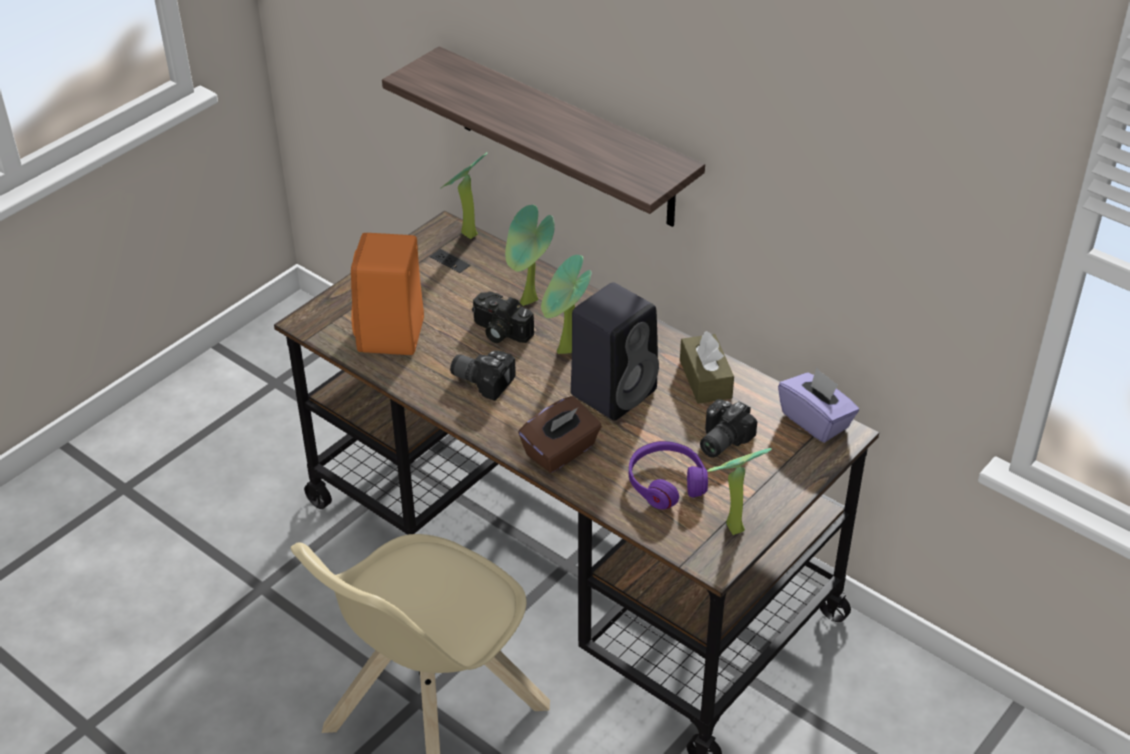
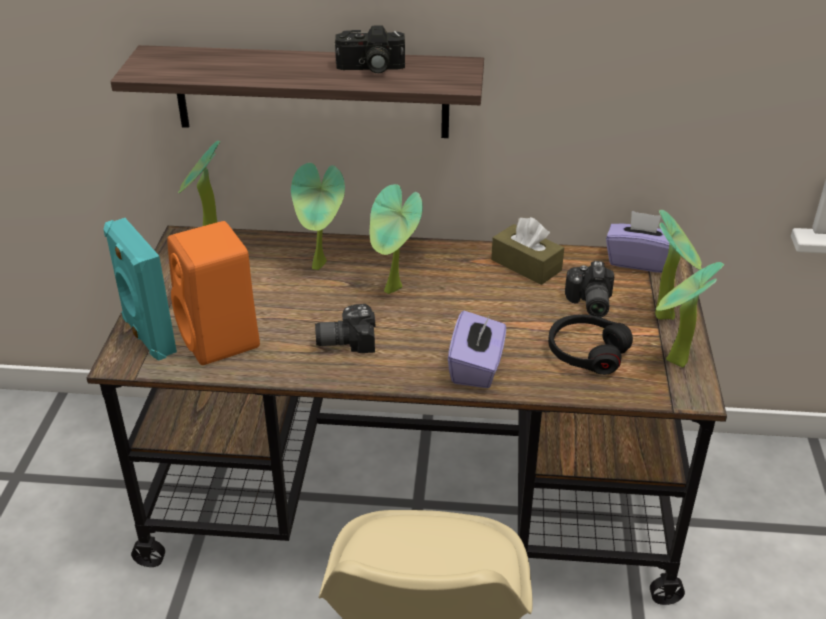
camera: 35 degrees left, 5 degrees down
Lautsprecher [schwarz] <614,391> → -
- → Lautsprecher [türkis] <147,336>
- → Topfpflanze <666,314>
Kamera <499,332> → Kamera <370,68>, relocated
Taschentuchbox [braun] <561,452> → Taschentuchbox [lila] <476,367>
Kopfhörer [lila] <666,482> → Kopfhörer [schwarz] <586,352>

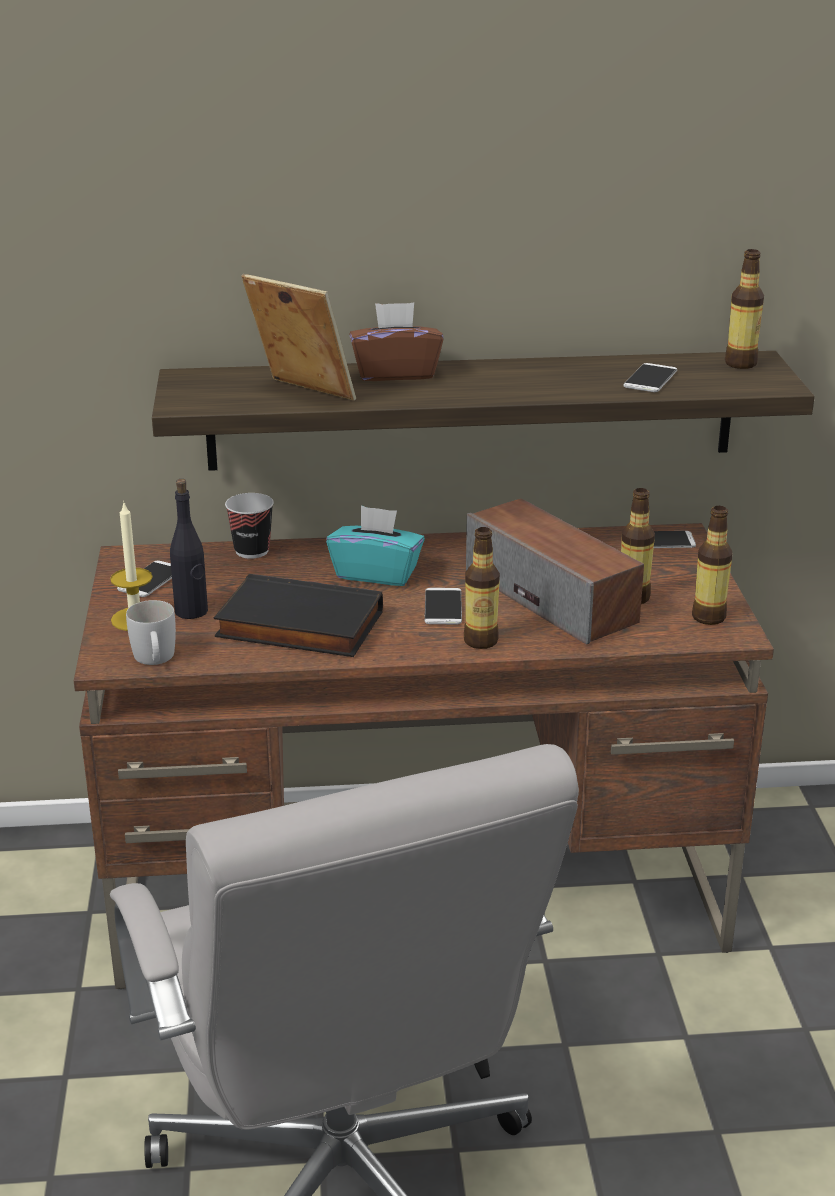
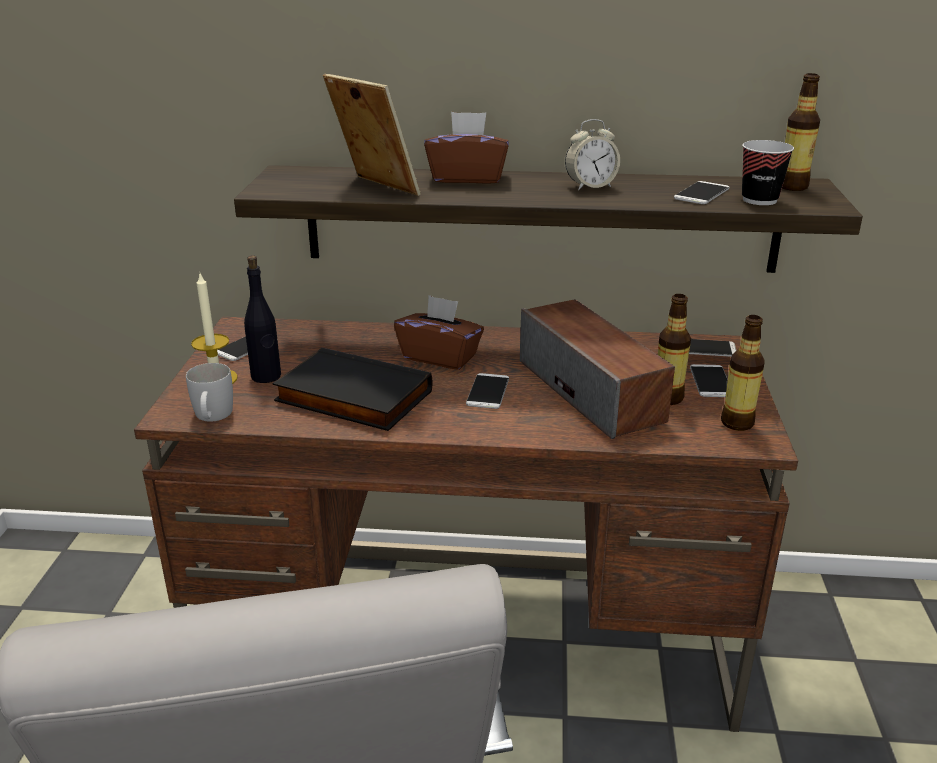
camera: 10 degrees right, 0 degrees up
Flasche <481,641> → -
- → Wecker <590,186>
- → Handy <711,382>
Tasse <252,551> → Tasse <759,200>, relocated
Taschentuchbox [türkis] <376,573> → Taschentuchbox [braun] <440,357>

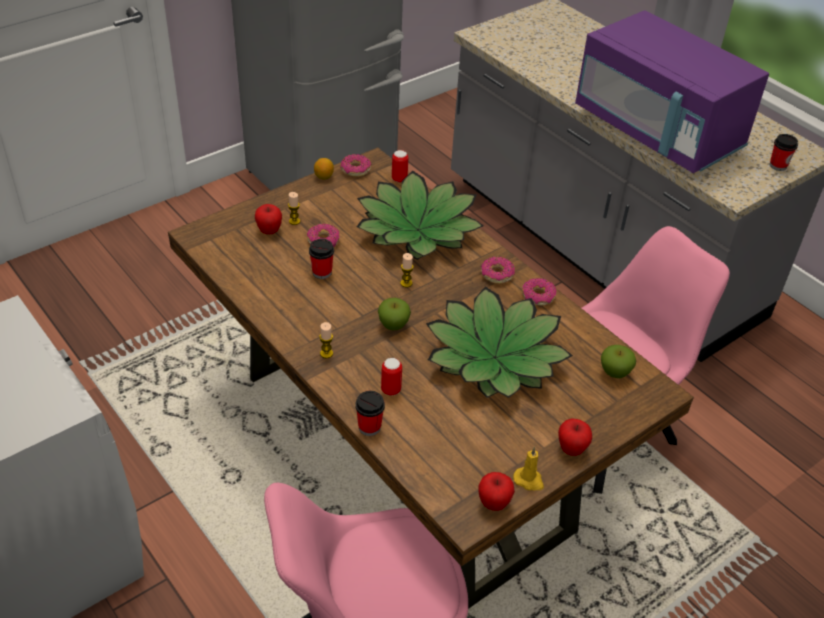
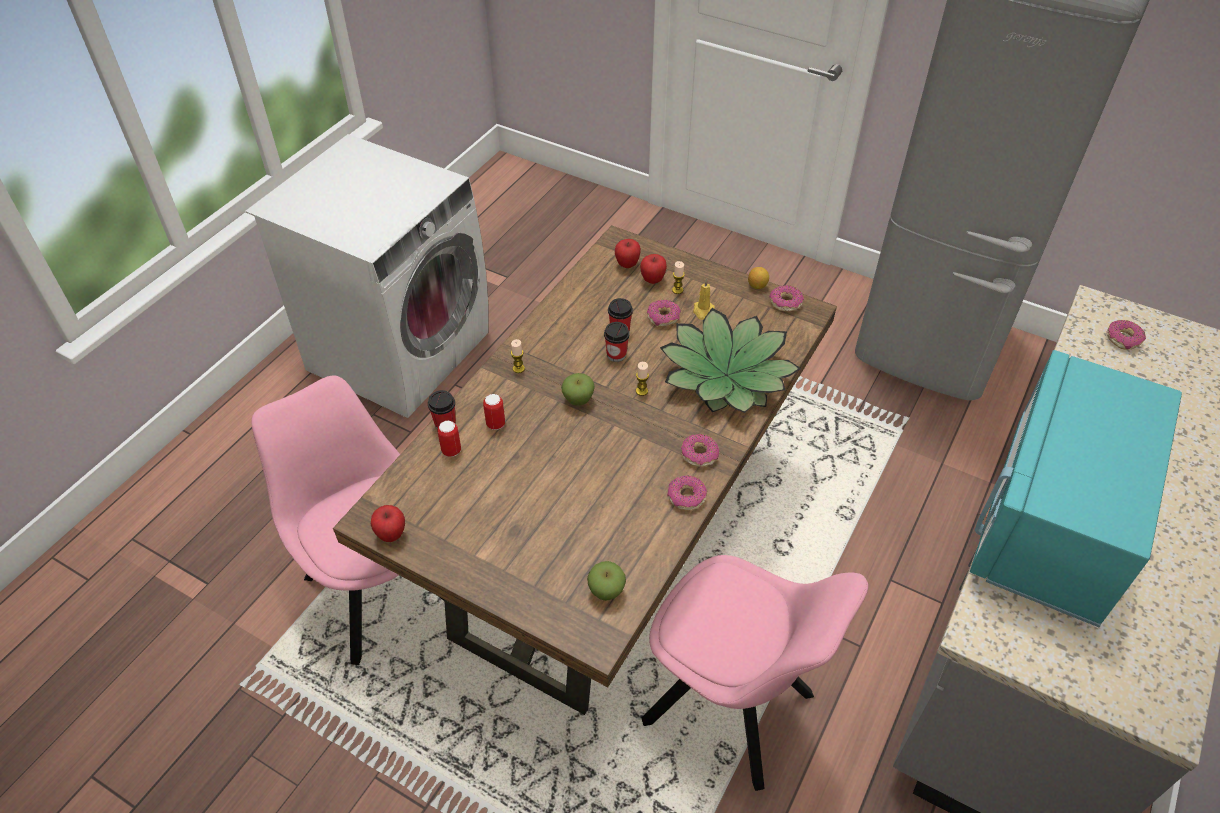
camera: 70 degrees right, 5 degrees up
Topfpflanze <494,358> → -
- → Donut <1123,339>
Dose <399,179> → Dose <451,450>, relocated
Kerze [gelb] <529,480> → Kerze [gelb] <703,311>, relocated
Apfel <571,449> → Apfel <627,264>, relocated
Tasse <778,165> → Tasse <616,355>, relocated
Mikrowelle [lila] <657,132> → Mikrowelle [türkis] <1050,523>

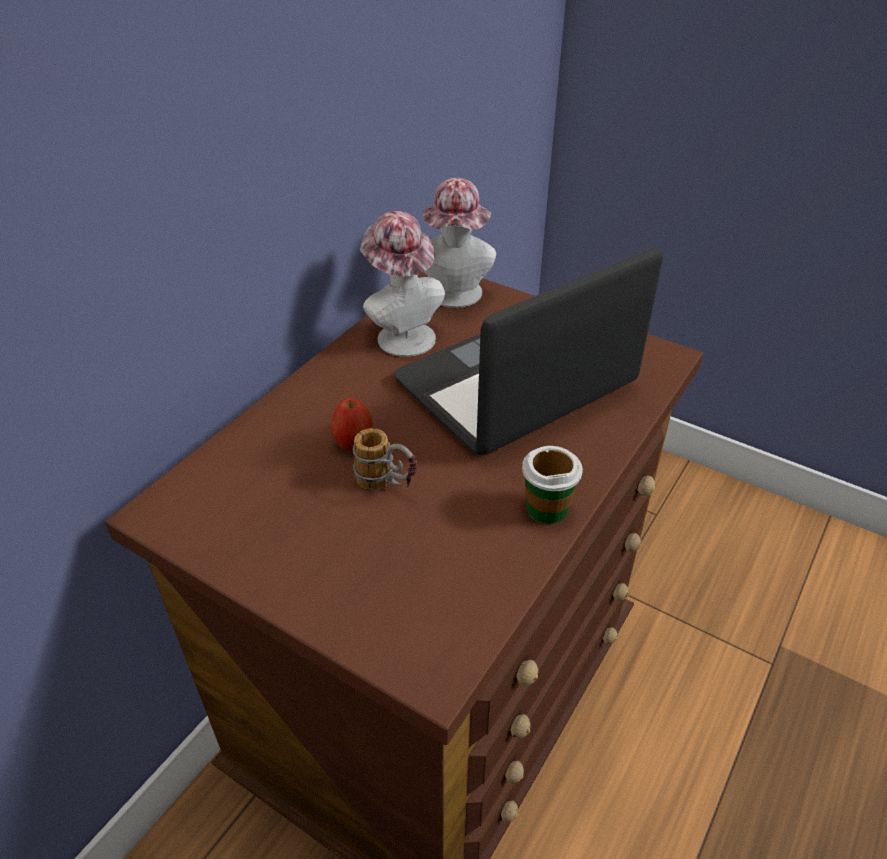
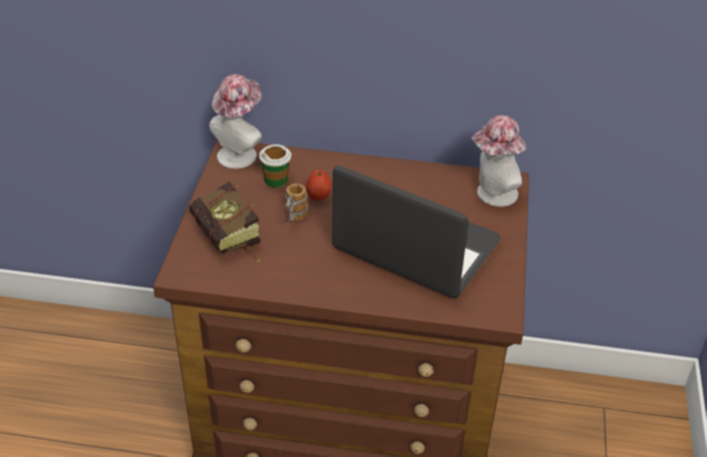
camera: 65 degrees right, 0 degrees up
- → Buch <230,241>
Hut <401,335> → Hut <240,153>, relocated
Tasse <547,508> → Tasse <276,180>, relocated

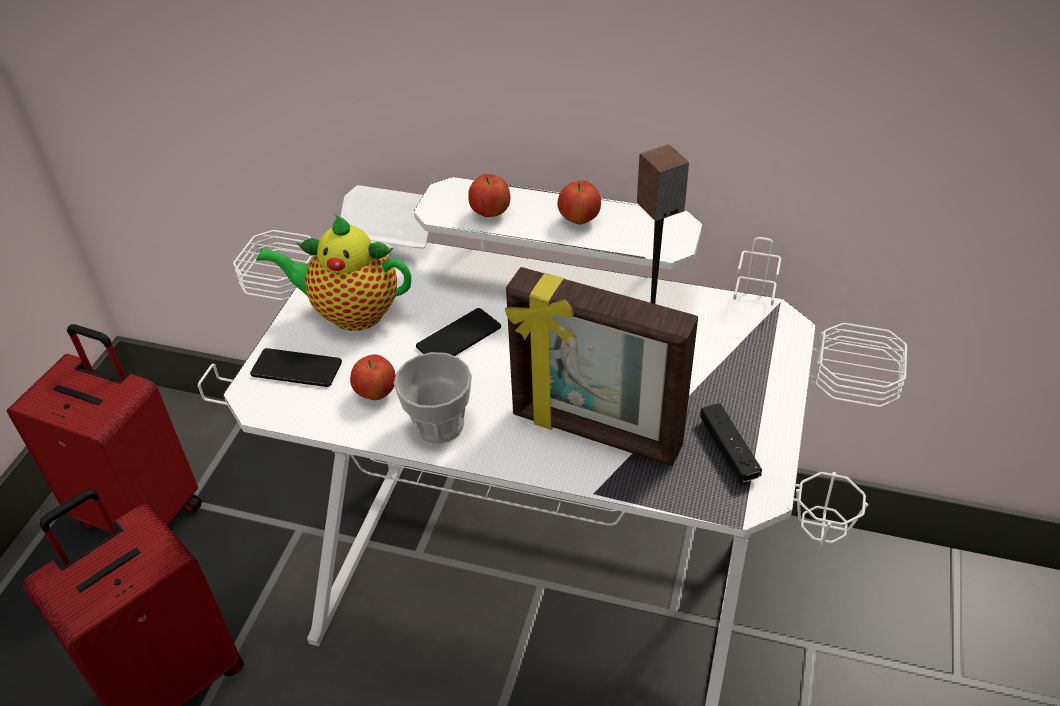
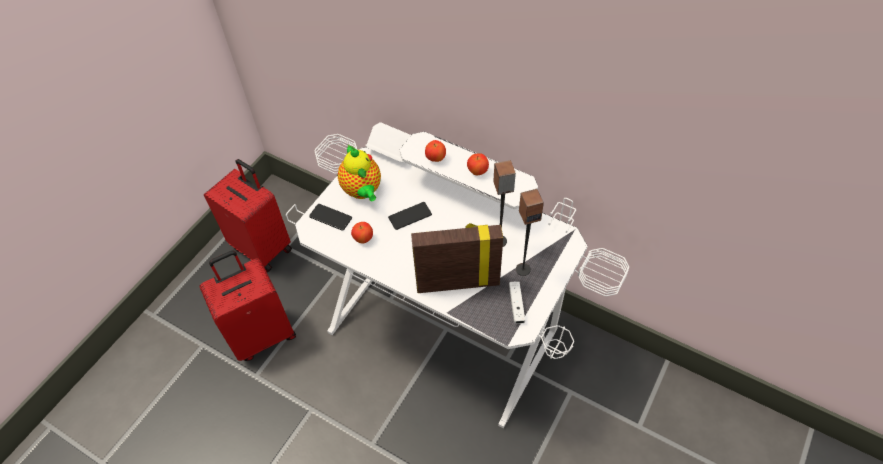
camera: 15 degrees right, 10 degrees up
Tasse <438,425> → -
- → Lautsprecher <523,269>
Gamepad [schwarz] <728,450> → Gamepad [weiß] <516,305>
Teekanne <350,313> → Teekanne <362,191>, 135 degrees counterclockwise
Bilderrahmen <595,433> → Bilderrahmen <457,282>, 135 degrees clockwise

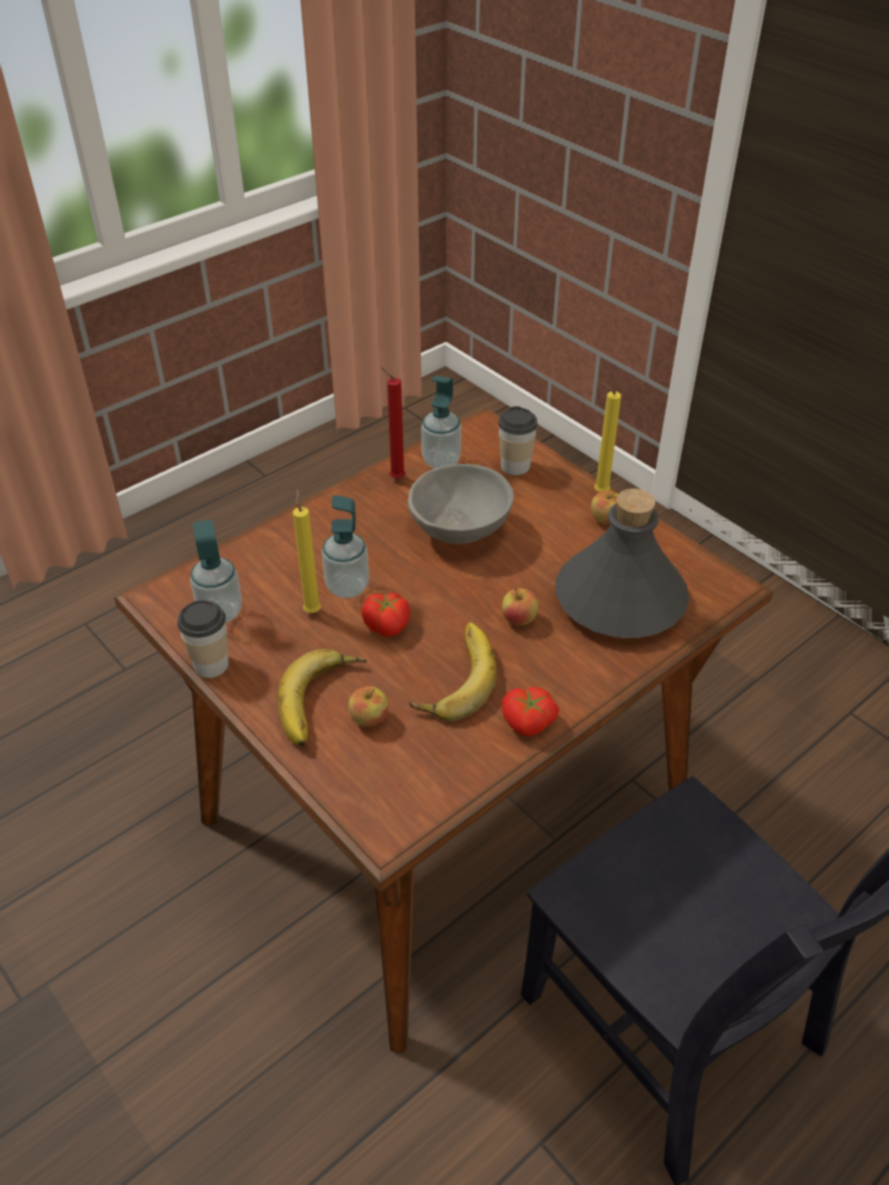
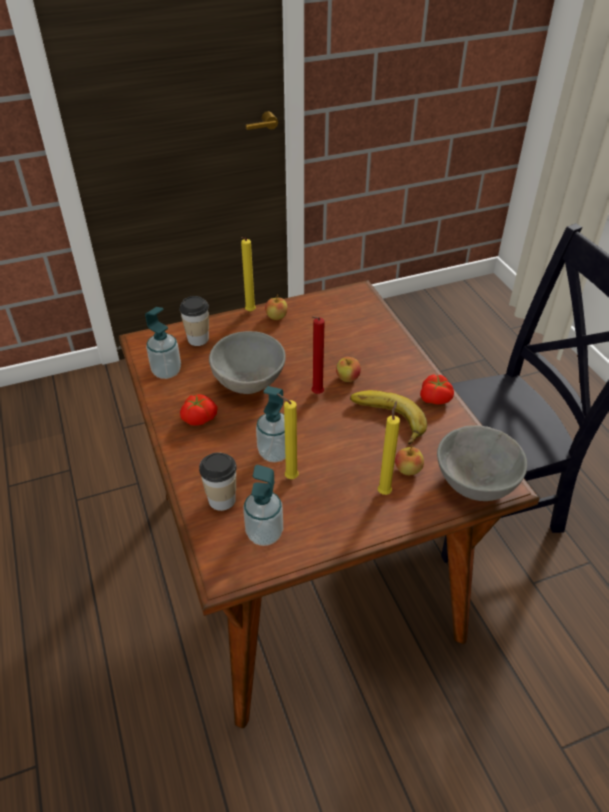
camera: 70 degrees left, 0 degrees up
Flasche [grau] <620,600> → -
- → Schüssel [grau] <473,483>
Tasse <211,664> → Tasse <222,500>, relocated
Tomate <387,624> → Tomate <199,417>, relocated
Kerze [rot] <395,478> → Kerze [rot] <316,394>, relocated
Banane <323,702> → Kerze [gelb] <384,491>

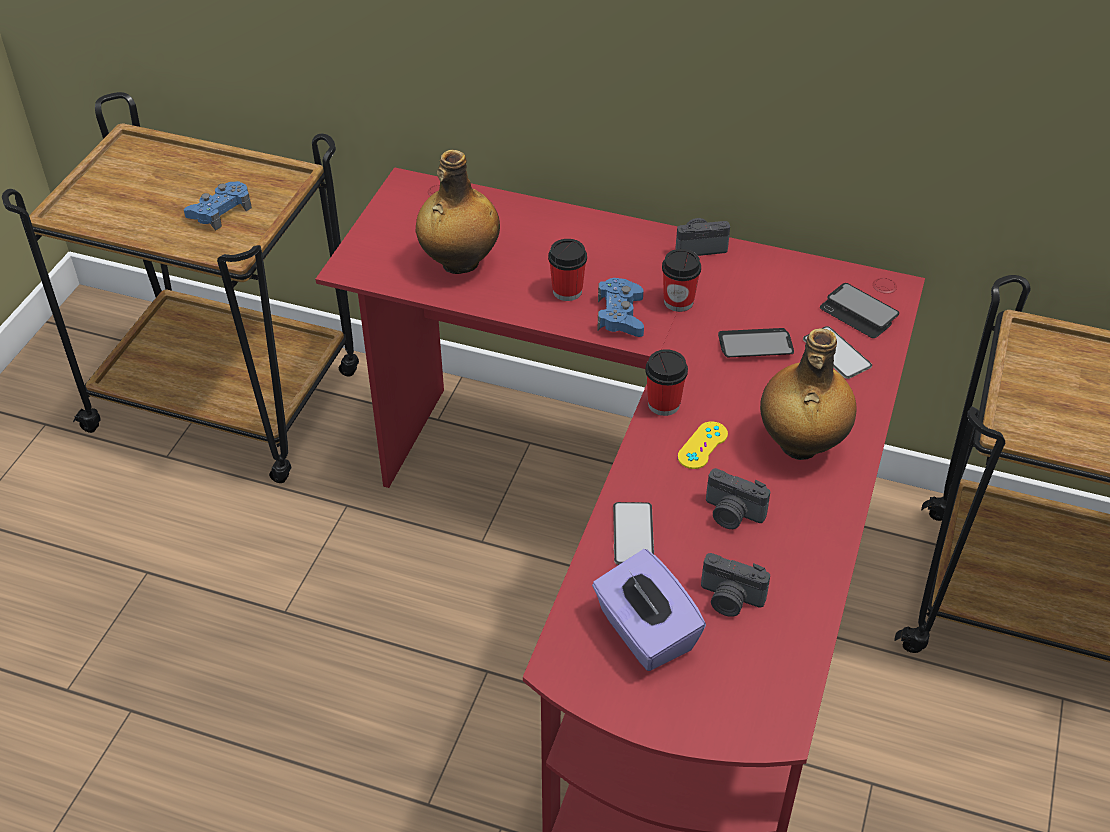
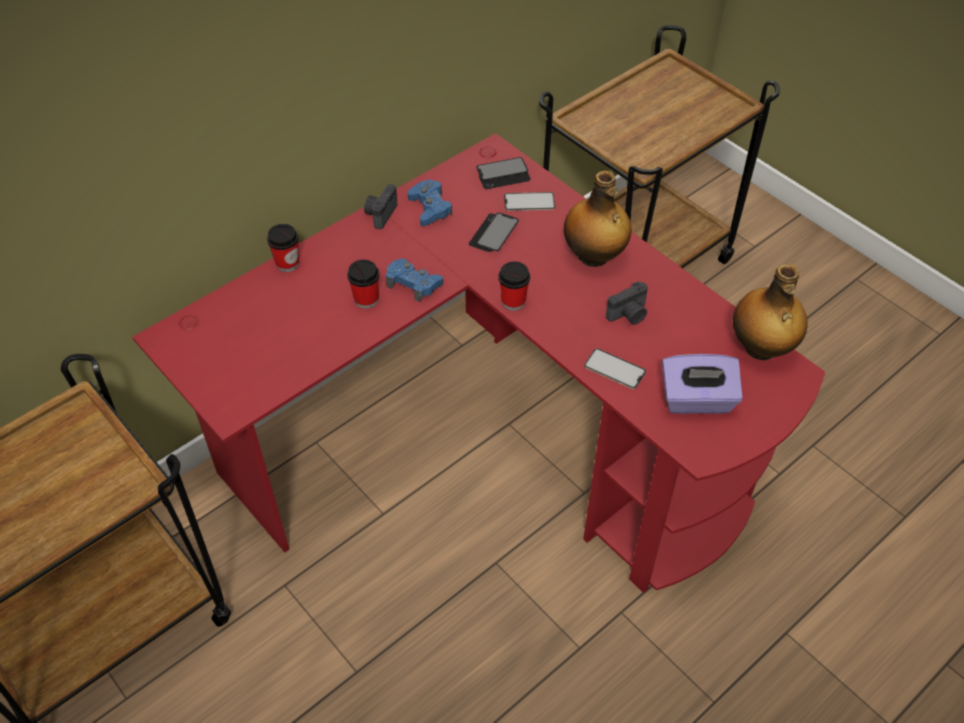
camera: 60 degrees left, 5 degrees up
Gamepad [gelb] <702,445> → -
Kamera <730,600> → -
Gamepad [blau] <220,211> → Gamepad [blau] <430,208>, relocated
Flasche <459,263> → Flasche <760,349>, relocated
Tasse <678,301> → Tasse <287,263>, relocated

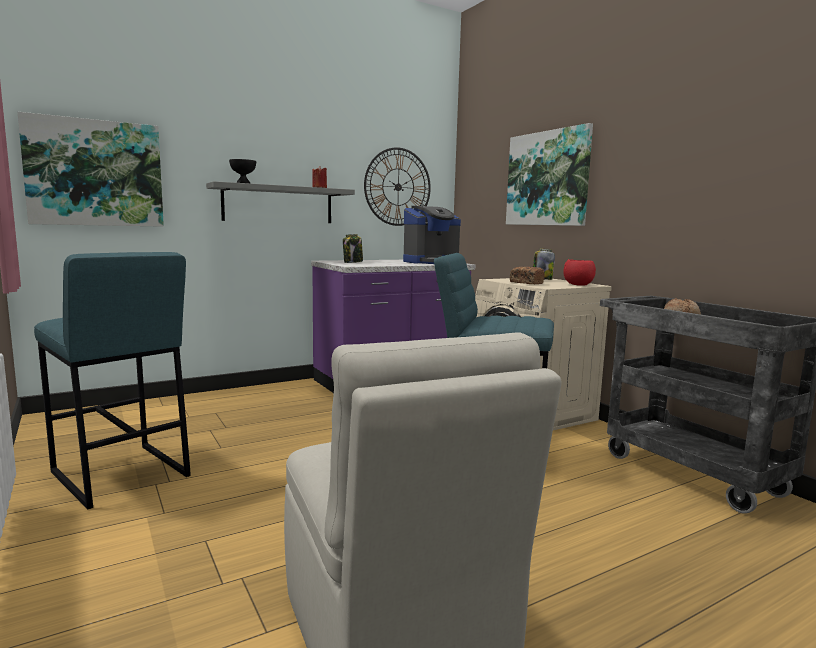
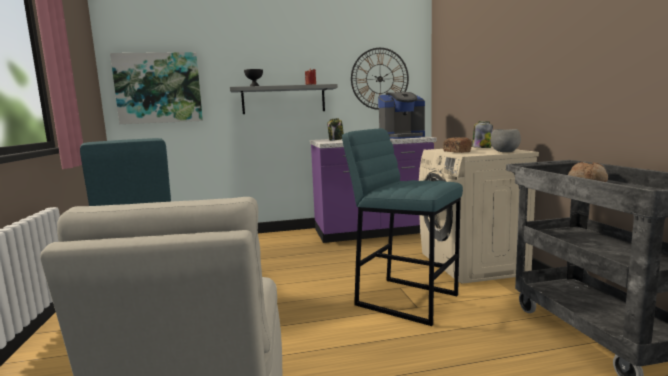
camera: 20 degrees right, 0 degrees up
Bild <547,179> → -
Schüssel [rot] <578,285> → Schüssel [grau] <505,152>

